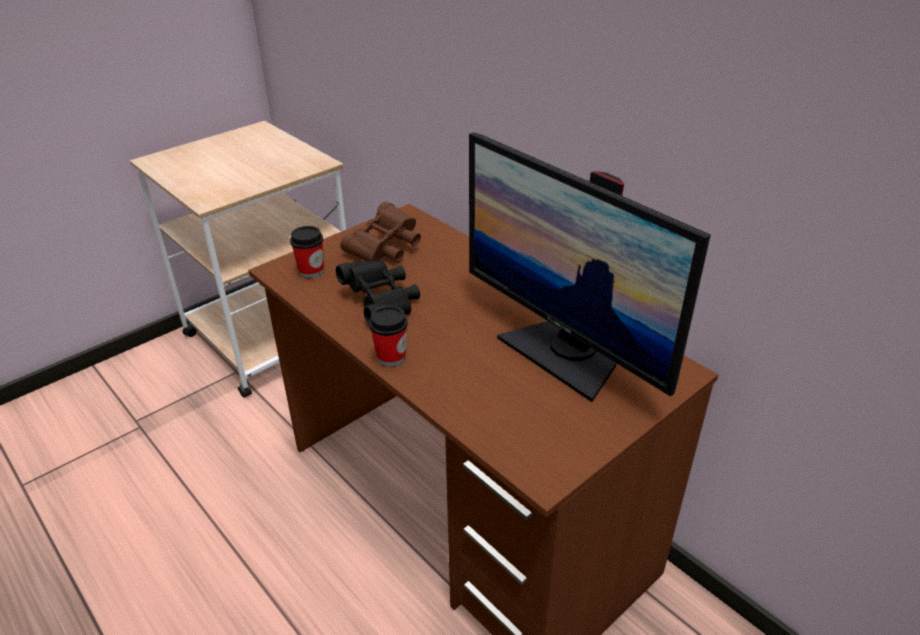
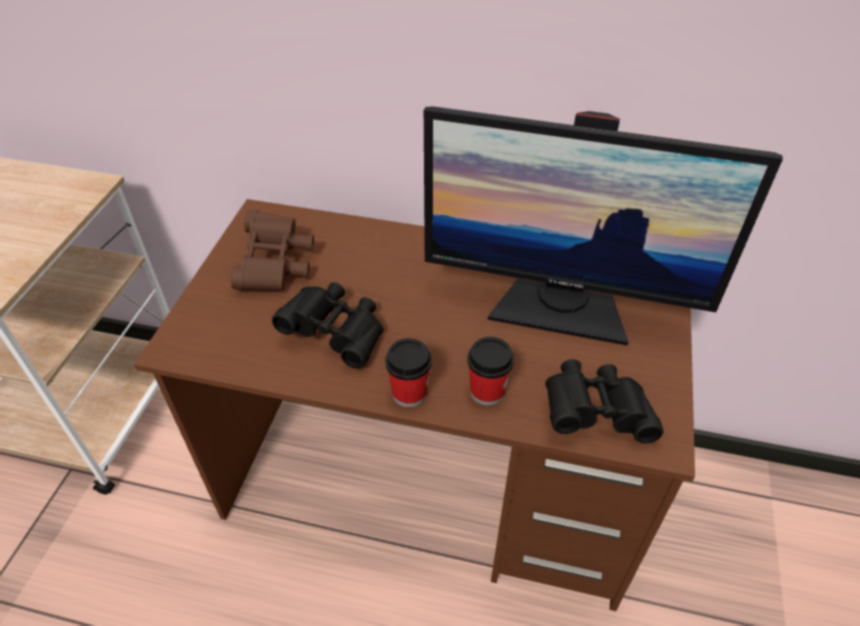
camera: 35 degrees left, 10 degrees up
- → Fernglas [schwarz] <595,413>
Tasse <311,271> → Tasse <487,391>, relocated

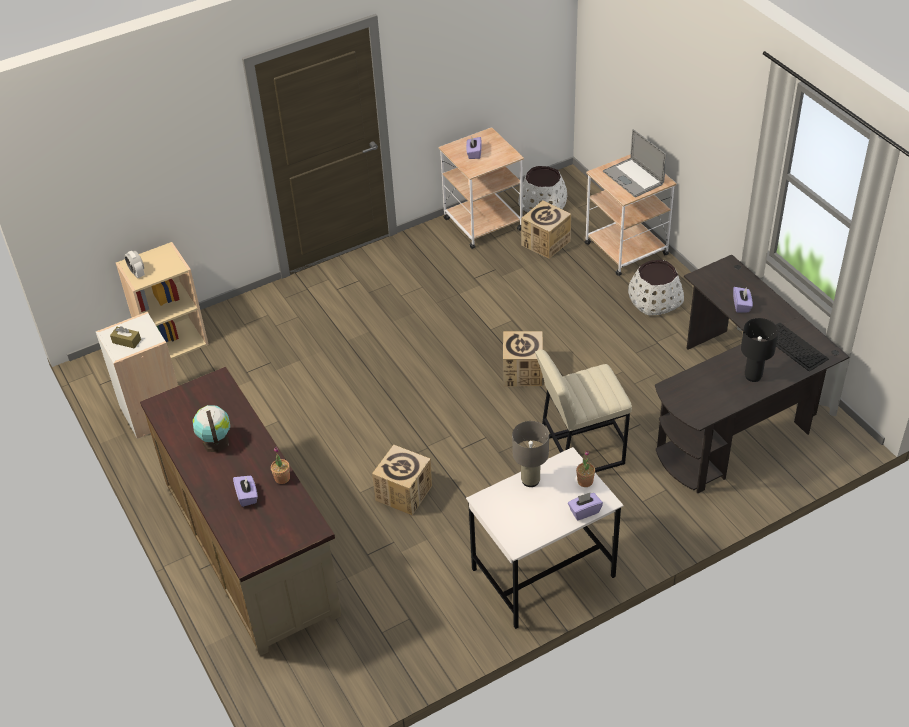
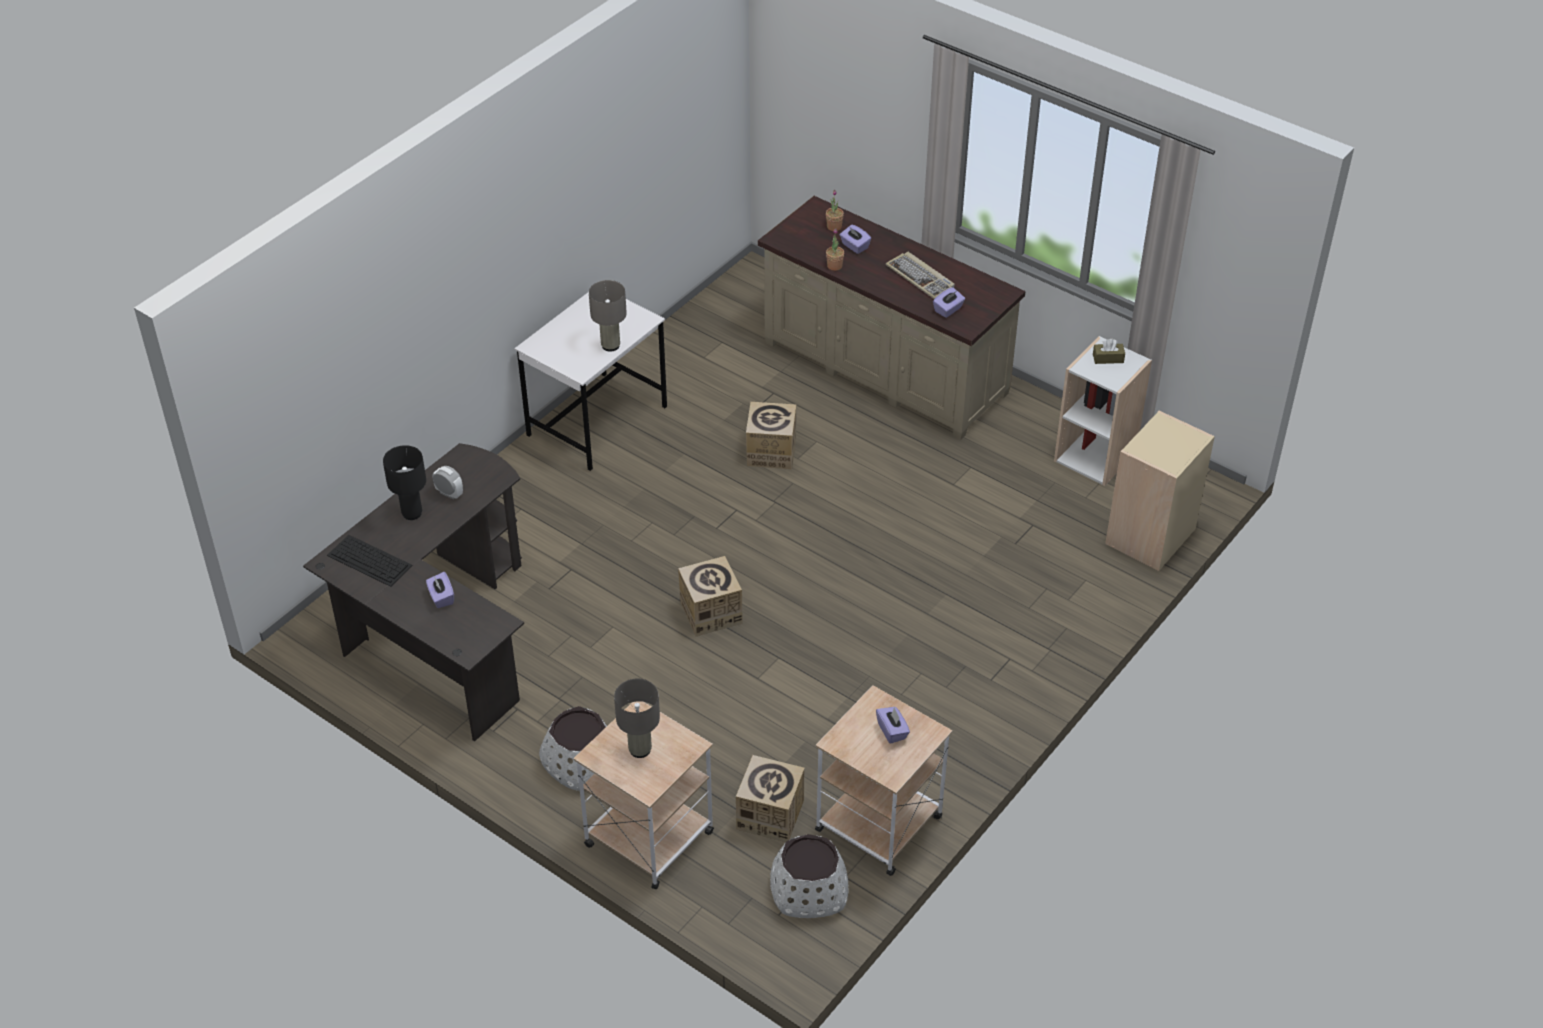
camera: 155 degrees right, 0 degrees up
Stuhl [beige] <580,451> → -
Wecker <137,273> → Wecker <449,493>, relocated
Taschentuchbox [lila] <584,511> → Taschentuchbox [lila] <948,310>, relocated
Topfpflanze <585,481> → Topfpflanze <834,227>, relocated
Globus <215,441> → Tastatur <921,278>
Laptop <633,178> → Tischlampe [grau] <639,750>

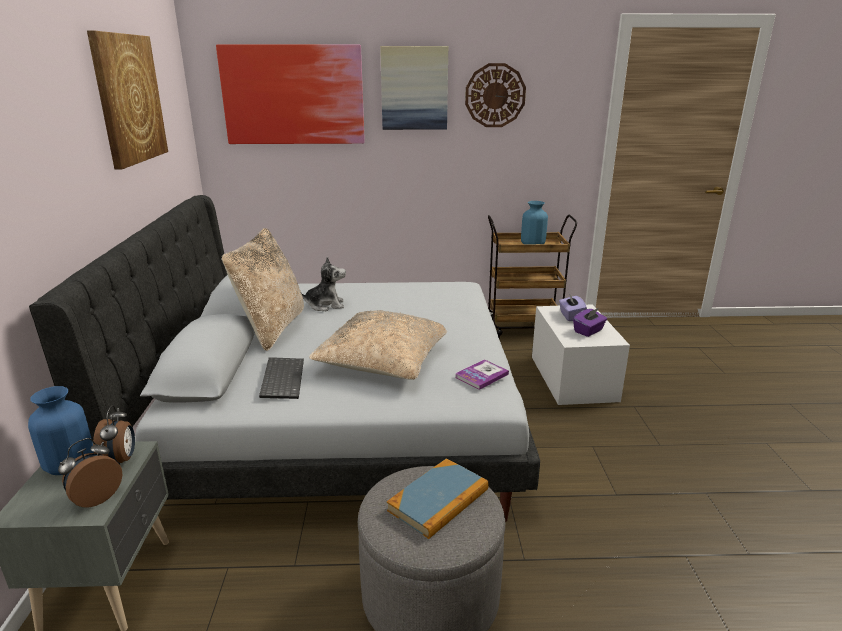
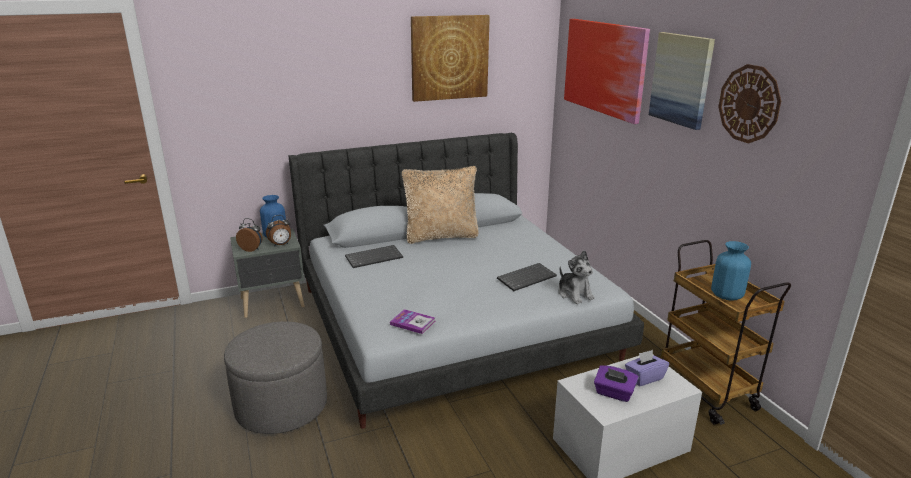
camera: 70 degrees right, 0 degrees up
Kissen [beige] <383,358> → -
Buch <438,500> → -
- → Tastatur <526,277>
Plüschtier <325,305> → Plüschtier <574,294>, relocated

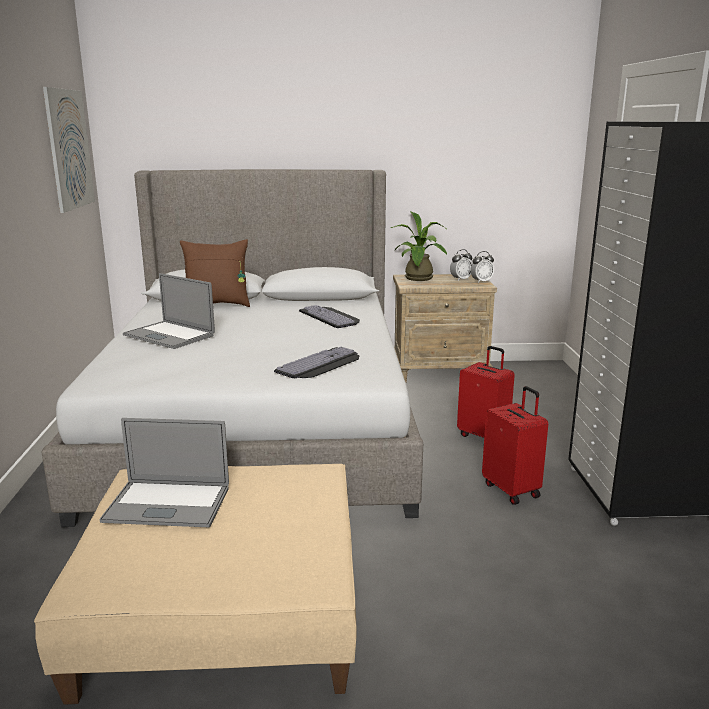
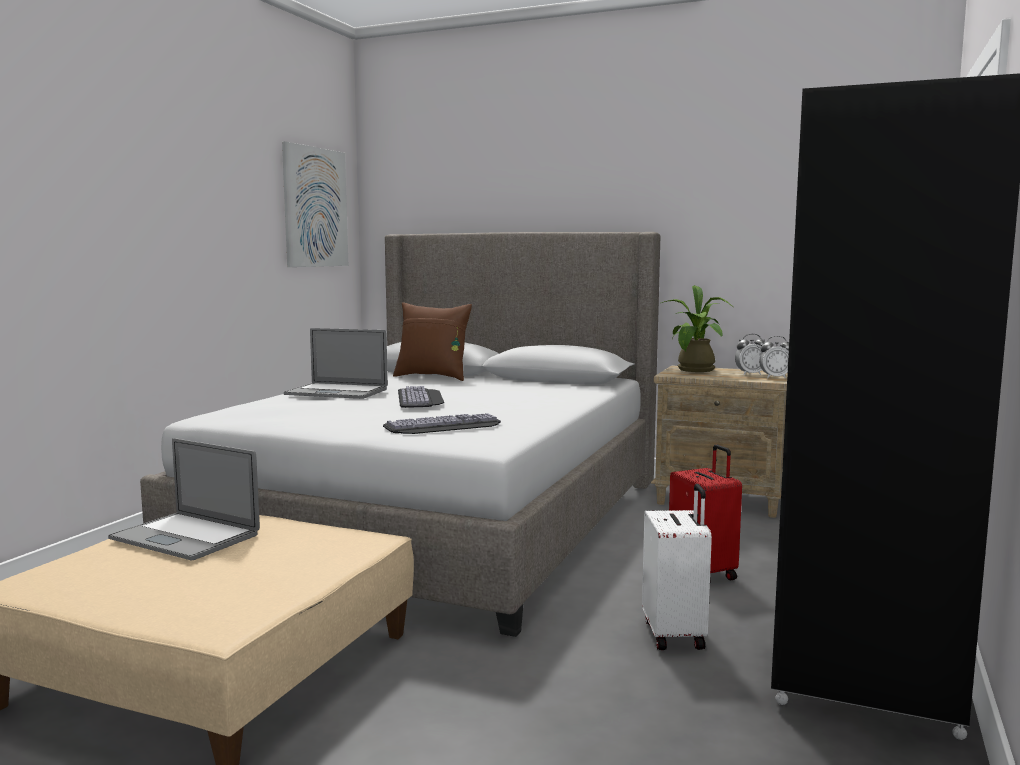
camera: 25 degrees right, 10 degrees down
Tastatur <331,317> → Tastatur <421,398>, relocated
Koffer [rot] <512,490> → Koffer [weiß] <675,634>
Laptop <169,335> → Laptop <336,392>, 45 degrees counterclockwise

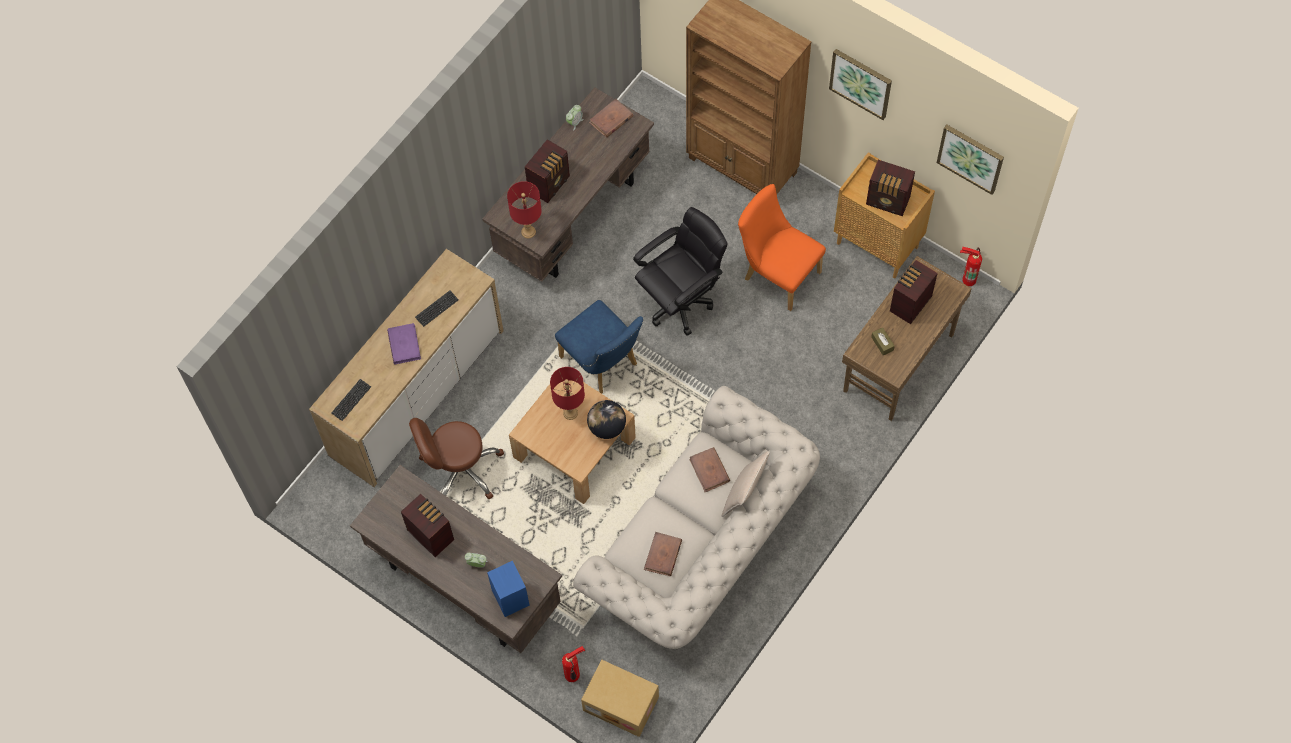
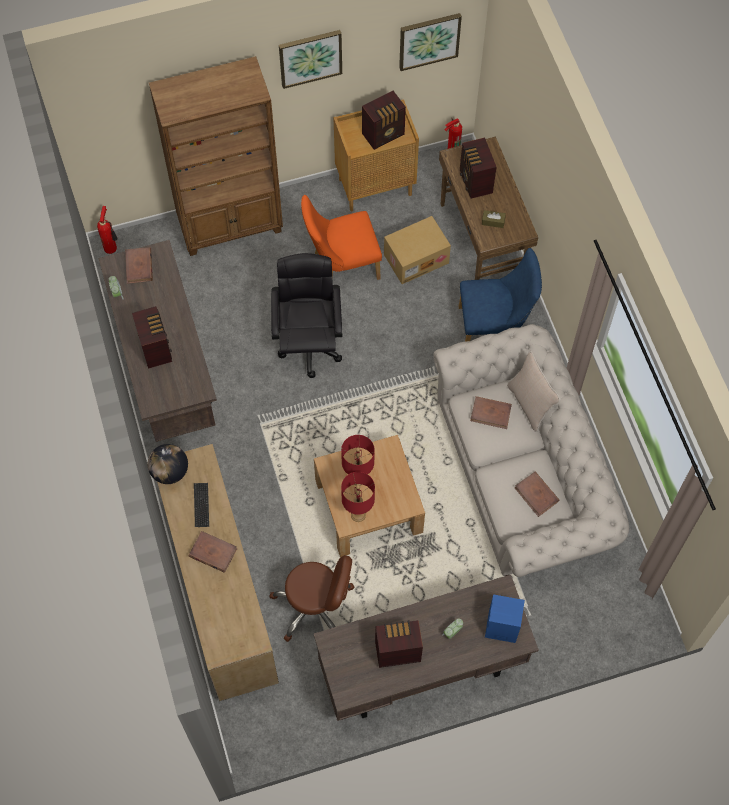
camera: 55 degrees left, 0 degrees up
Tastatur <351,400> → -
Tischlampe [rot] <528,232> → Tischlampe [rot] <358,515>, relocated
Stuhl [blau] <603,364> → Stuhl [blau] <494,327>, relocated
Feuerlöscher <574,675> → Feuerlöscher <112,247>, relocated
Karton <622,703> → Karton <416,258>, relocated
Globus <607,427> → Globus <170,472>, relocated
Buch [lila] <404,344> → Buch [braun] <212,552>
Bürostuhl [braun] <458,470> → Bürostuhl [braun] <317,607>, 90 degrees counterclockwise

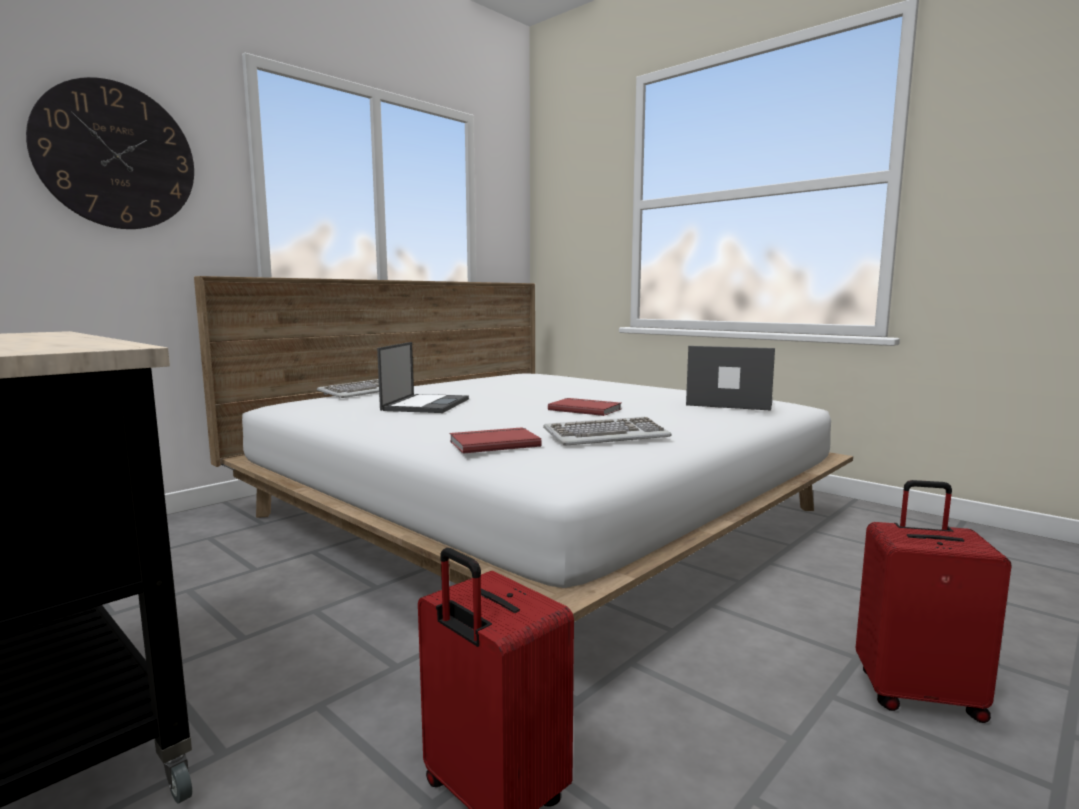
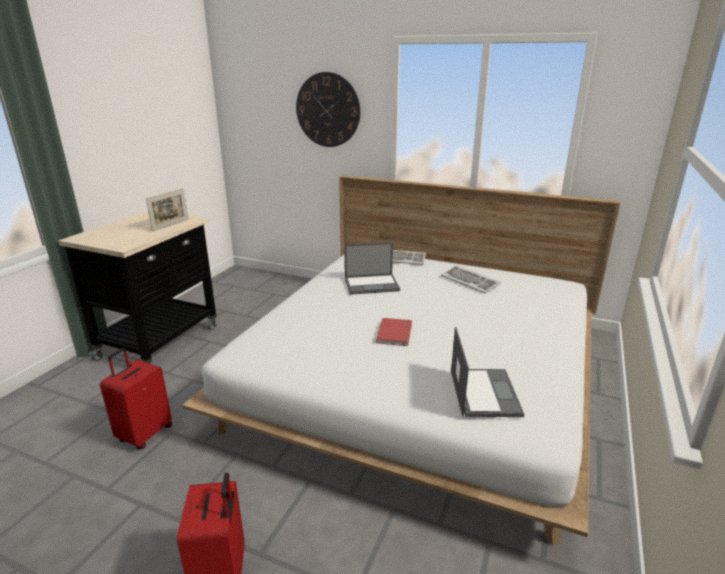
camera: 70 degrees right, 15 degrees up
Buch [rot] <493,443> → -
- → Bilderrahmen <170,225>
Tastatur <606,436> → Tastatur <470,281>, relocated

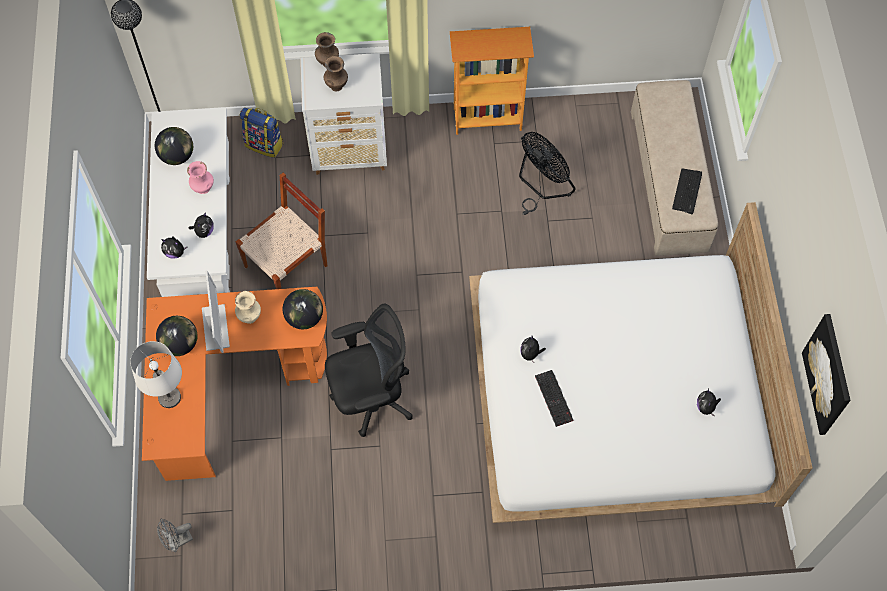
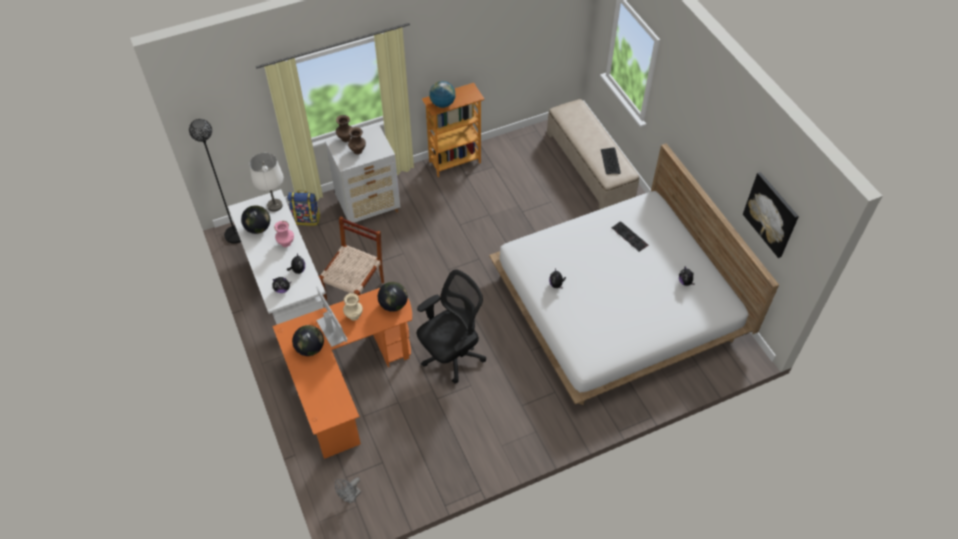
camera: 20 degrees left, 10 degrees down
Ventilator [schwarz] <539,184> → -
- → Globus <442,104>
Tischlampe [weiß] <169,397> → Tischlampe [weiß] <274,205>, relocated
Tastatur <555,398> → Tastatur <630,236>, relocated

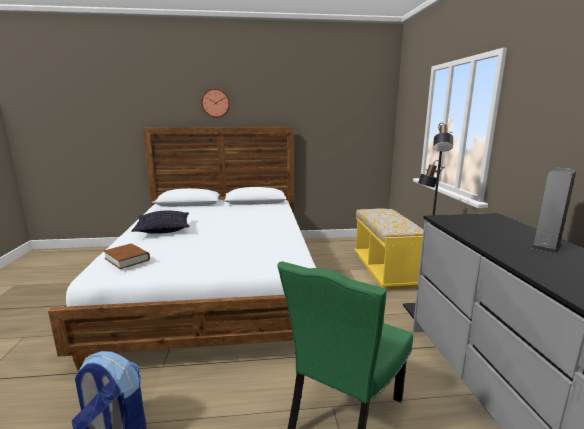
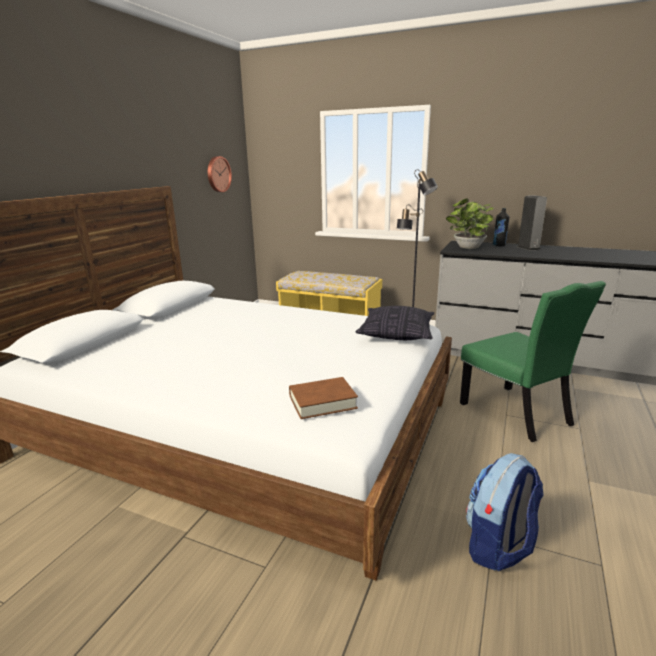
camera: 60 degrees left, 5 degrees up
- → Topfpflanze <467,248>
- → Flasche [schwarz] <499,245>
Kissen <163,230> → Kissen <396,334>, relocated
Wanduhr <215,103> → Wanduhr <218,174>, relocated

